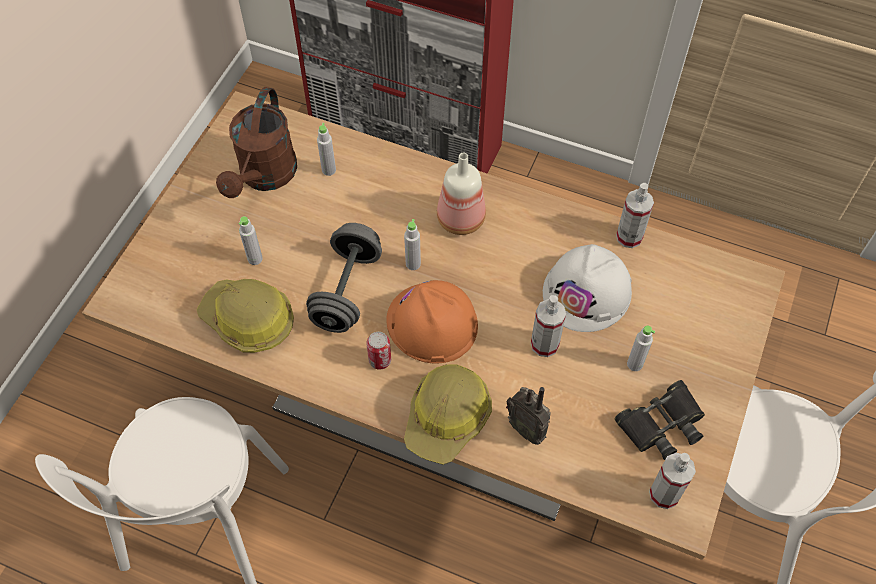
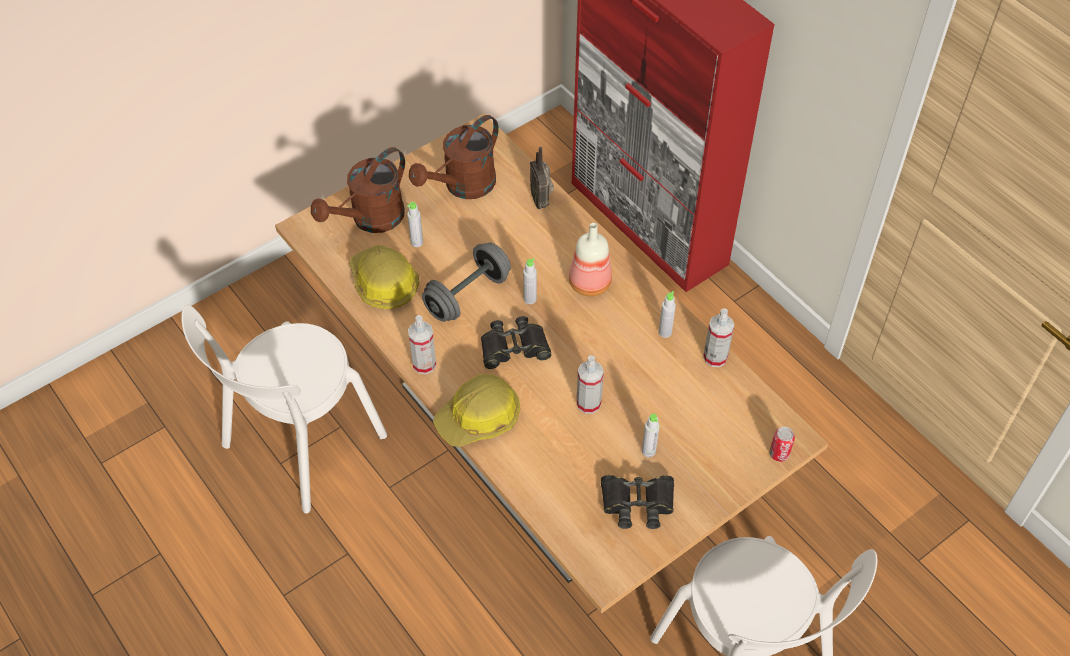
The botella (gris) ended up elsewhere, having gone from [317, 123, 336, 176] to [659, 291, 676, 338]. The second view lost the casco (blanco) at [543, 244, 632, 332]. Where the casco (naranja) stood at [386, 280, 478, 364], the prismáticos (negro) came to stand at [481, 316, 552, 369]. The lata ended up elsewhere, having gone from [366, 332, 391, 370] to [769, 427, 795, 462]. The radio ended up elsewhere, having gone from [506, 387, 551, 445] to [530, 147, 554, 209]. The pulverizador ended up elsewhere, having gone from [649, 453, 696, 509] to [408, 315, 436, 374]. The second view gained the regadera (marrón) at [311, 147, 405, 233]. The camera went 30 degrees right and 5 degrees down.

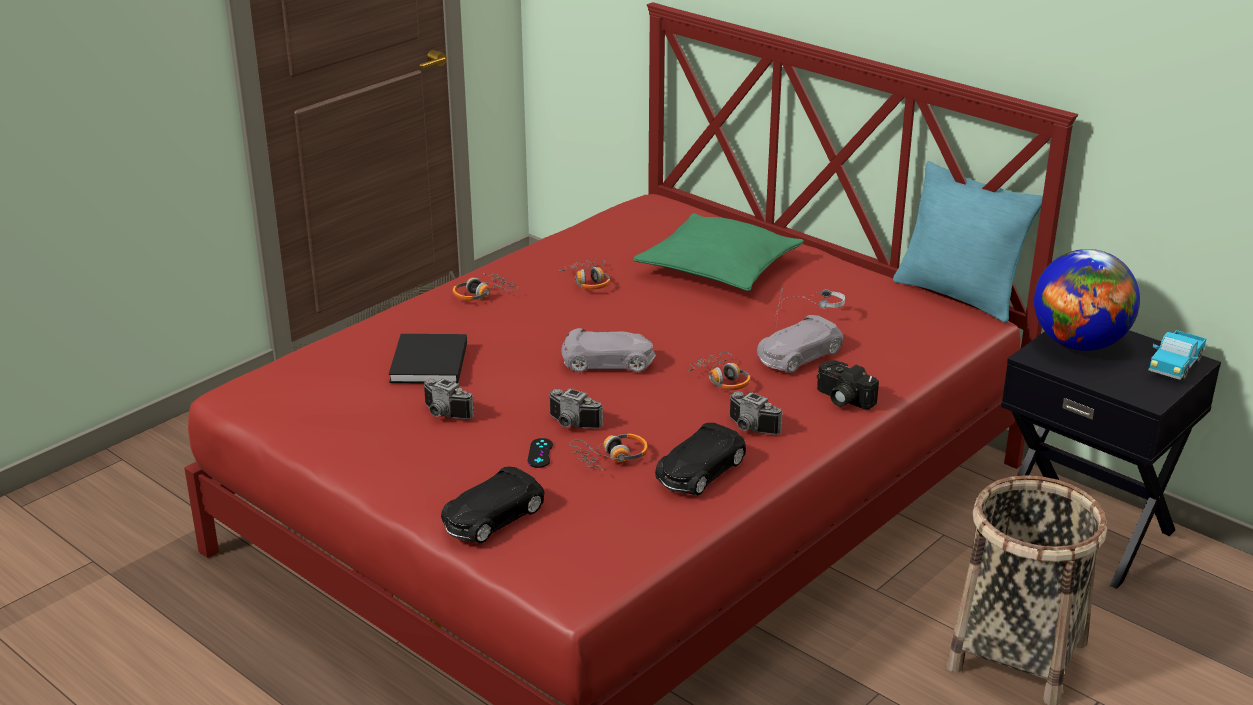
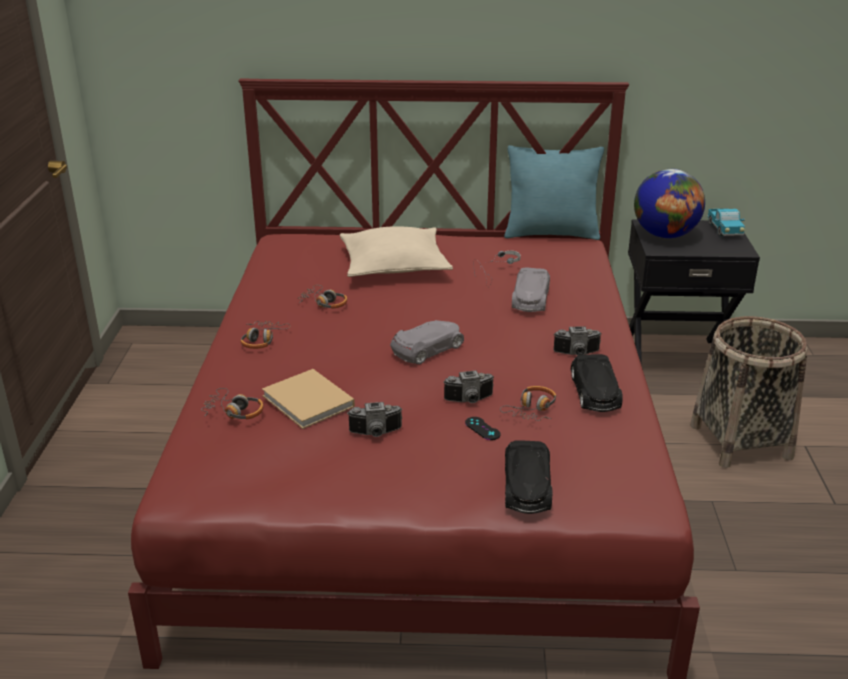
What was the cojín (verde) at [633, 213, 804, 291] turned into the cojín (beis) at [340, 226, 453, 277]. What was the libro (negro) at [389, 334, 467, 383] turned into the libro (beis) at [262, 369, 355, 429]. The auriculares ended up elsewhere, having gone from [687, 352, 751, 390] to [201, 388, 263, 419]. The second view lost the cámara at [817, 360, 879, 410]. The camera went 40 degrees left and 0 degrees up.

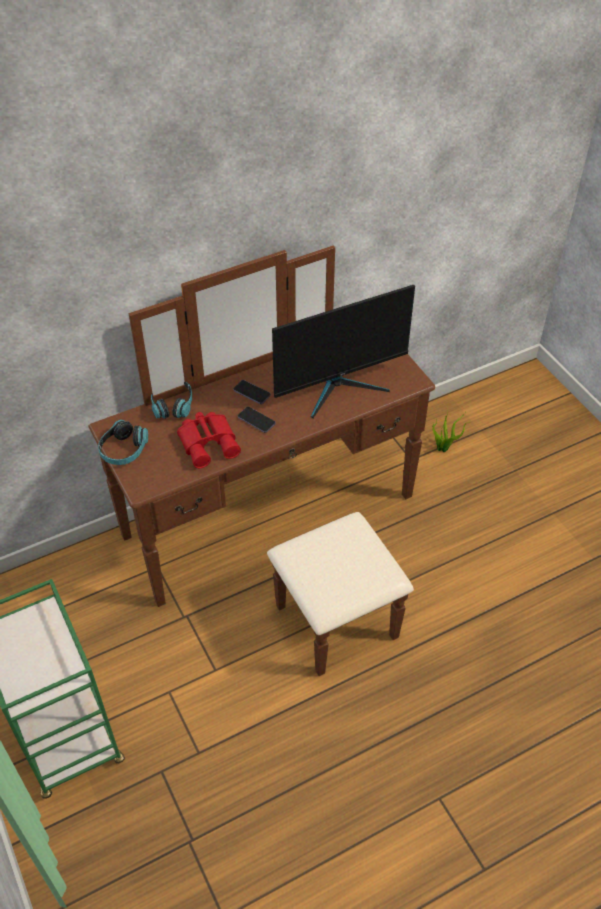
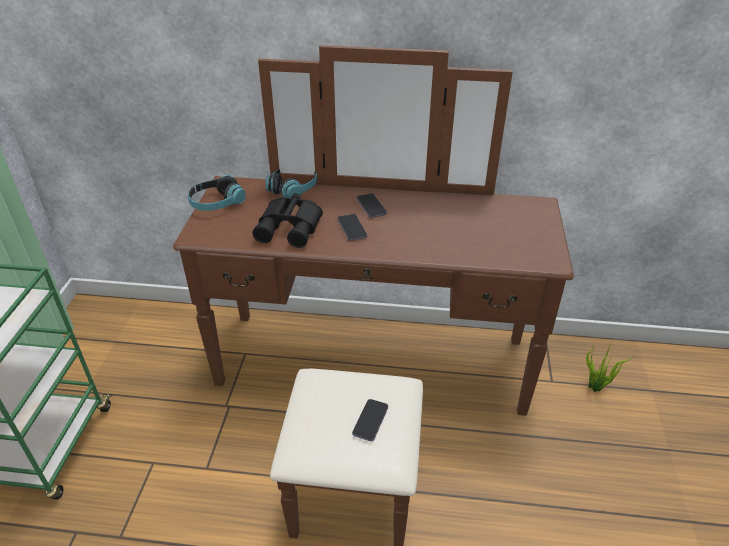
The second view lost the monitor at [272, 285, 415, 418]. What was the prismáticos (rojo) at [177, 412, 241, 468] turned into the prismáticos (negro) at [252, 193, 323, 248]. The second view gained the móvil at [352, 399, 388, 441]. The camera went 35 degrees right and 10 degrees down.

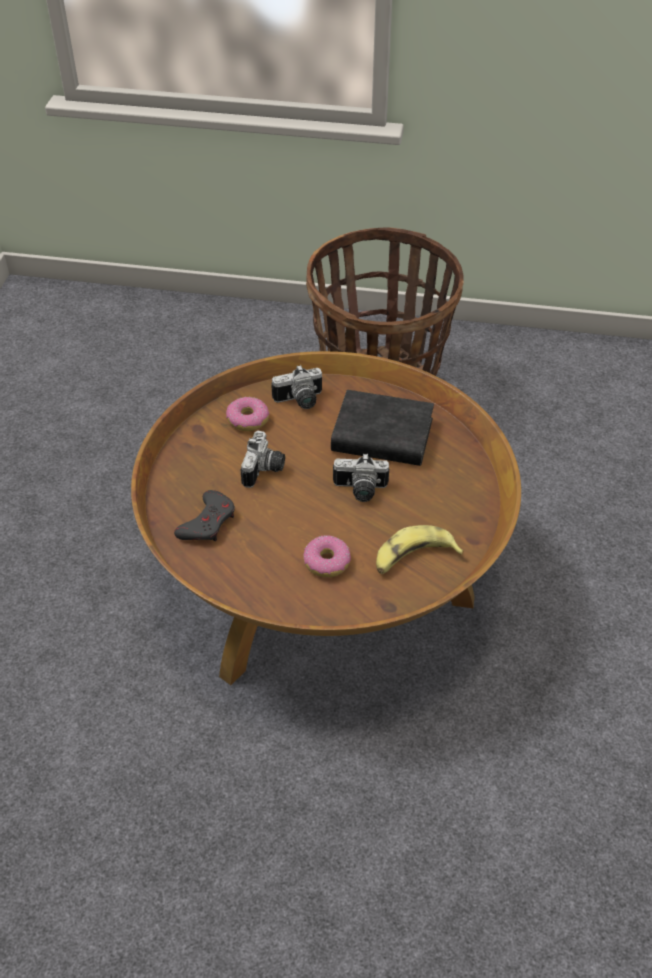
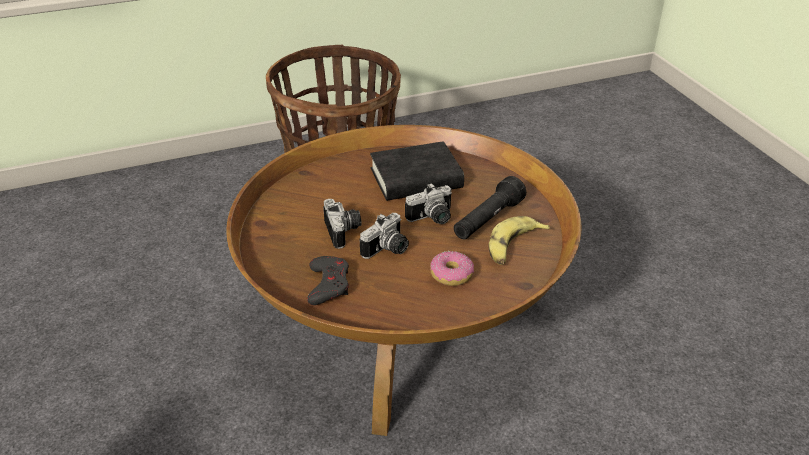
The cámara ended up elsewhere, having gone from [271, 365, 322, 409] to [360, 213, 409, 259]. The second view lost the rosquilla at [226, 397, 269, 431]. The second view gained the linterna (negro) at [454, 176, 526, 239]. The camera went 30 degrees left and 10 degrees down.

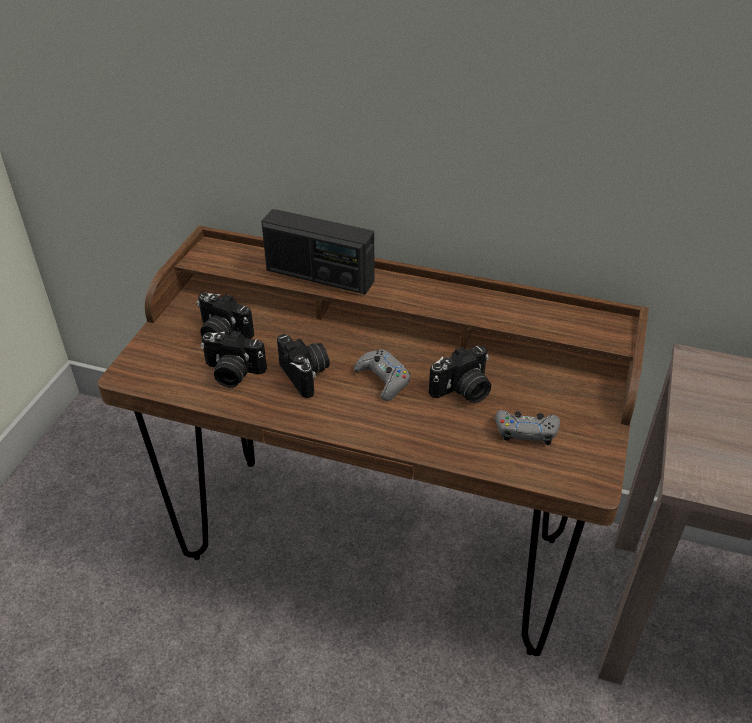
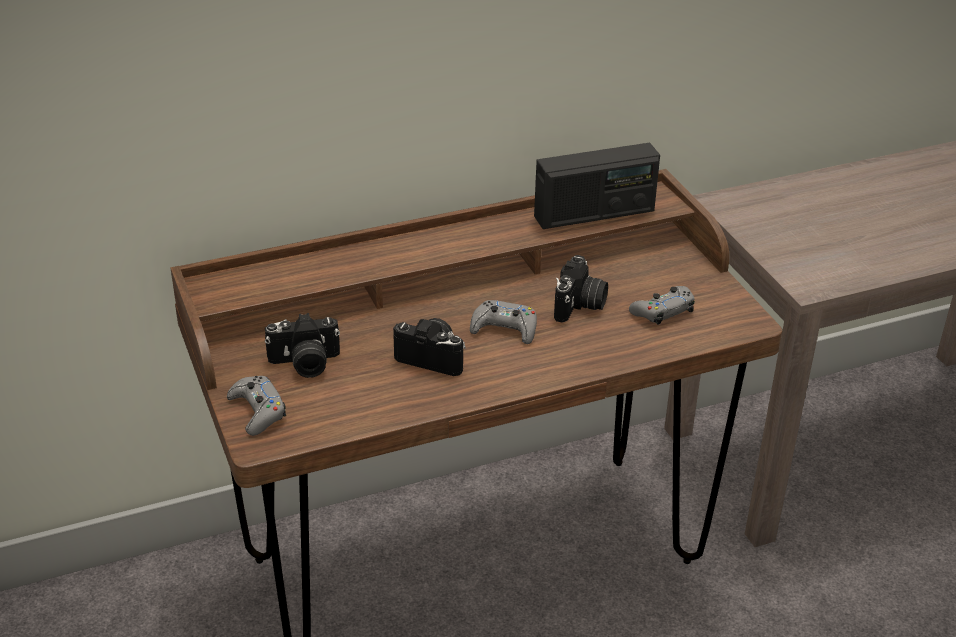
The radio ended up elsewhere, having gone from [261, 209, 374, 294] to [534, 143, 660, 229]. The second view lost the cámara at [201, 330, 267, 388]. The second view gained the mando de consola (gris) at [227, 376, 286, 436]. The camera went 40 degrees left and 5 degrees down.

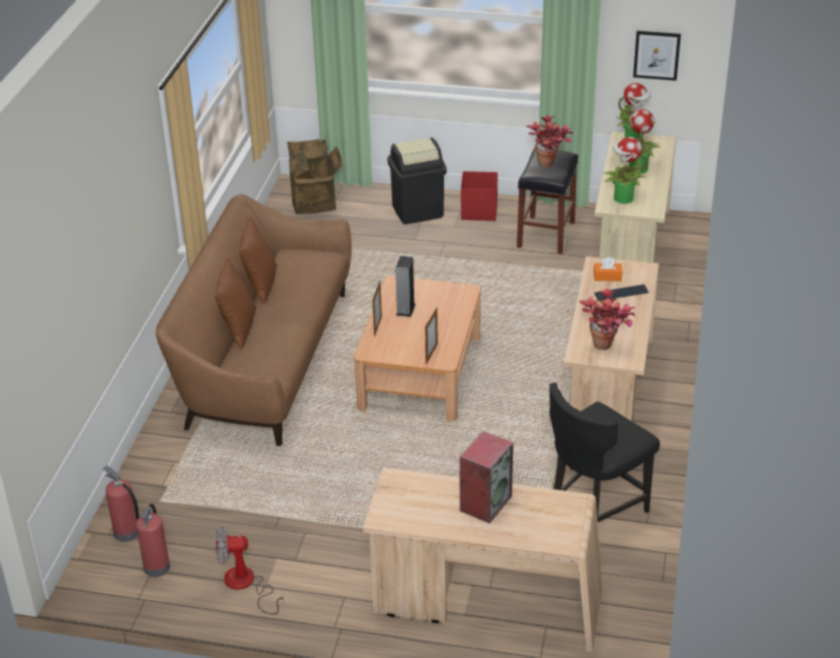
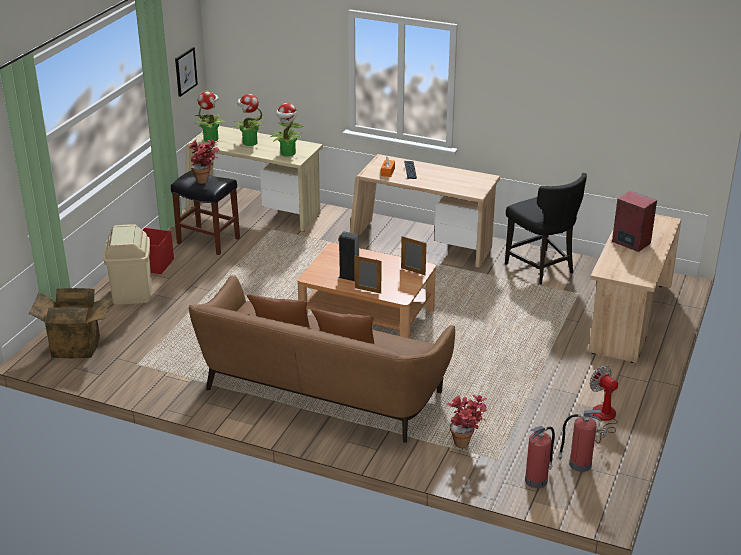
What was the papelera (negro) at [387, 137, 447, 224] turned into the papelera (beis) at [104, 224, 152, 305]. The planta en maceta ended up elsewhere, having gone from [579, 288, 635, 350] to [446, 395, 487, 448]. The ventilador at [215, 526, 284, 614] ended up facing another way, 135 degrees clockwise from before. The camera went 80 degrees left and 5 degrees down.

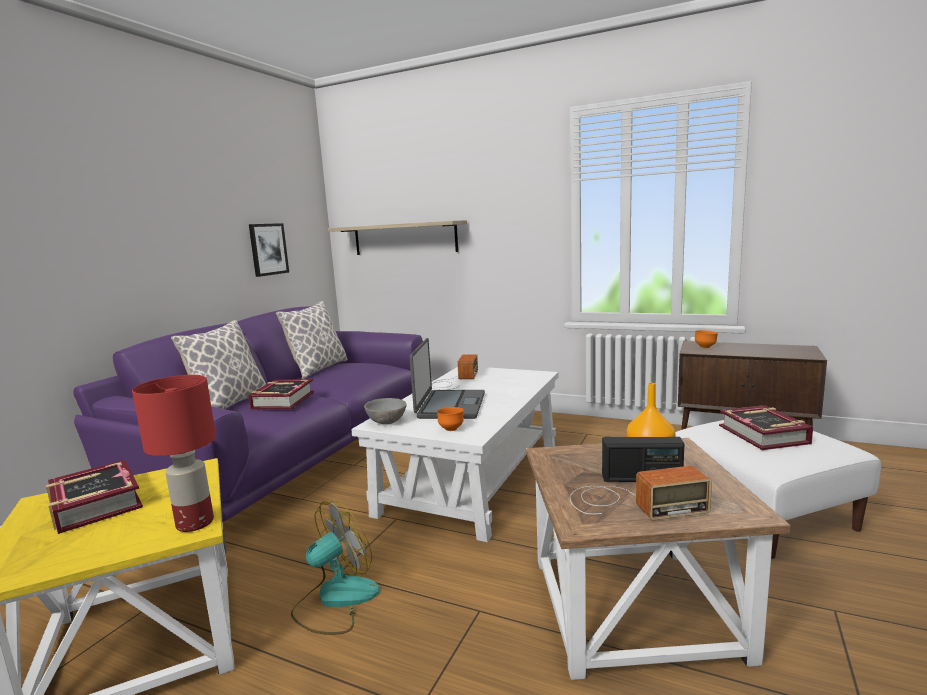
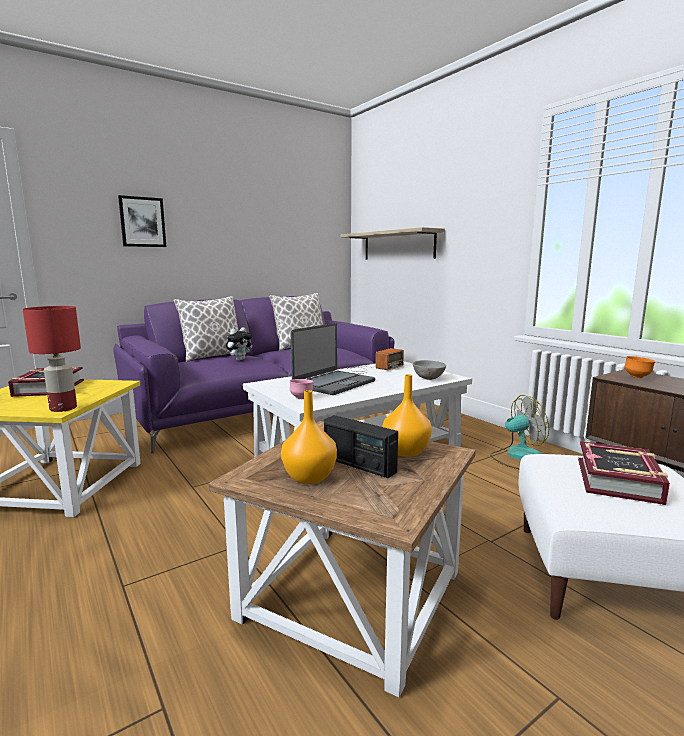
The cuadro ended up elsewhere, having gone from [249, 223, 289, 277] to [118, 195, 166, 247]. Where the libro stood at [248, 379, 314, 409], the peluche came to stand at [226, 327, 253, 361]. The cuenco (gris) ended up elsewhere, having gone from [364, 398, 406, 424] to [413, 360, 446, 380]. What was the cuenco (naranja) at [437, 407, 464, 431] turned into the cuenco (rosa) at [290, 379, 313, 399]. Where the radio stood at [570, 466, 712, 520], the florero (naranja) came to stand at [281, 390, 337, 484]. The ventilador ended up elsewhere, having gone from [291, 500, 380, 635] to [490, 395, 549, 469]. The camera went 30 degrees right and 0 degrees up.

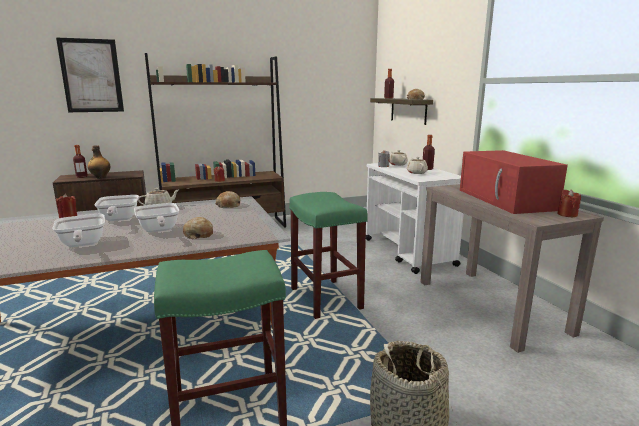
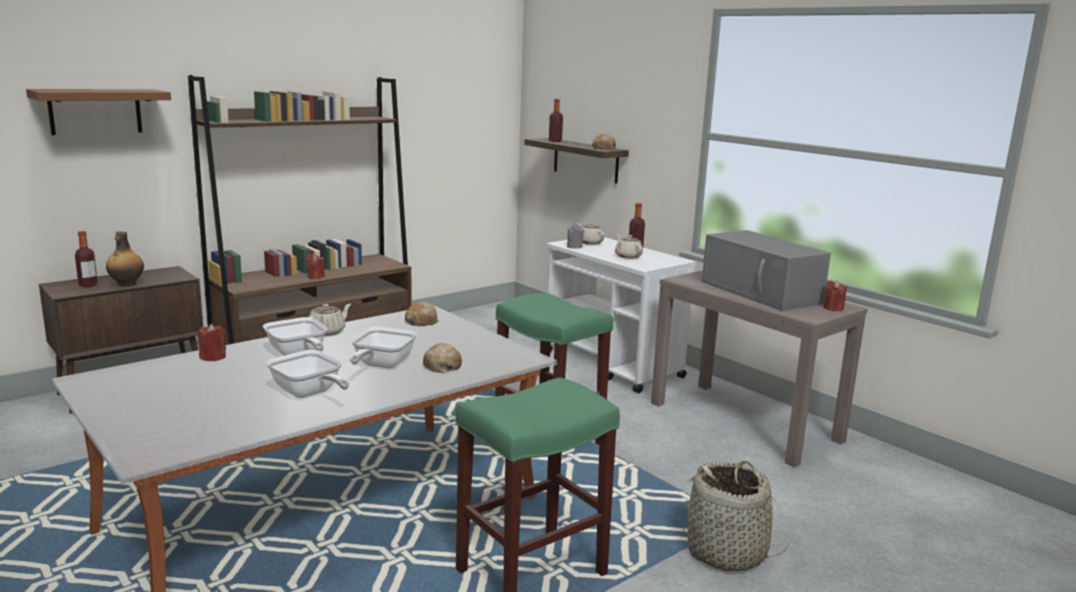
Where the cuadro hung at [56, 37, 124, 112], the estante (marrón) came to hang at [26, 89, 171, 135]. What was the microondas (rojo) at [460, 150, 568, 214] turned into the microondas (gris) at [702, 230, 831, 311]. The sartén at [134, 203, 179, 233] ended up facing another way, 60 degrees clockwise from before. The camera went 20 degrees left and 0 degrees up.

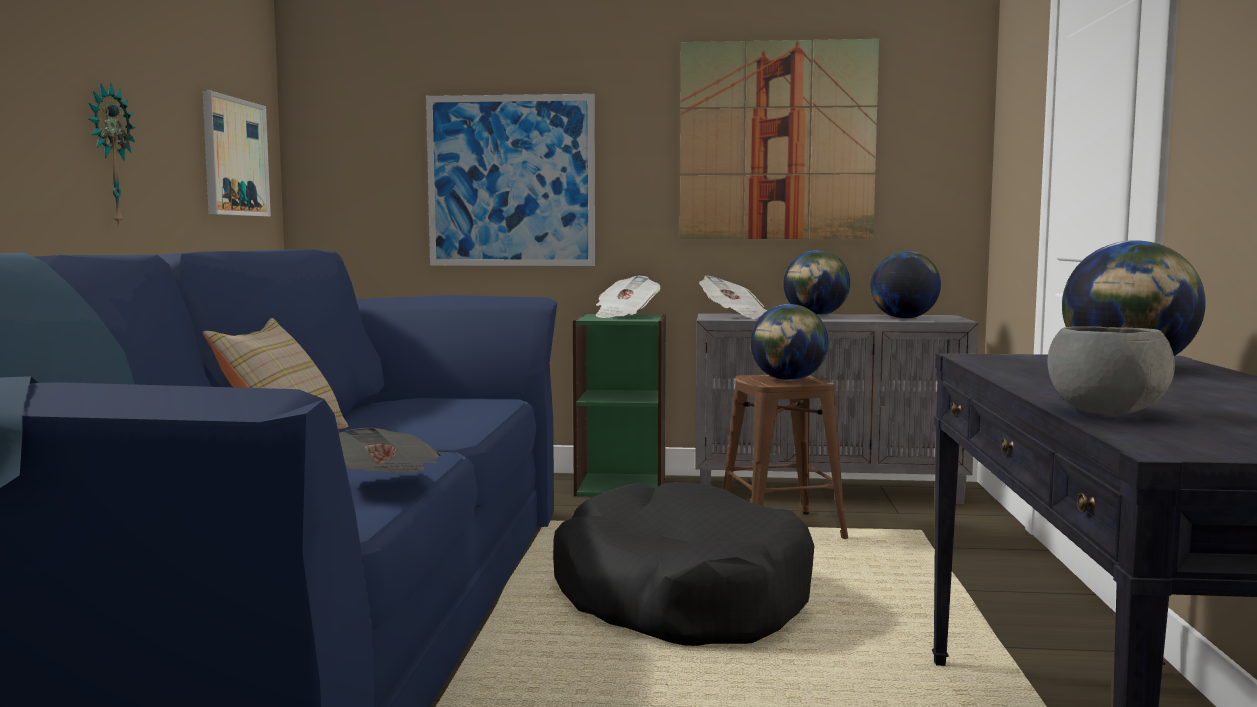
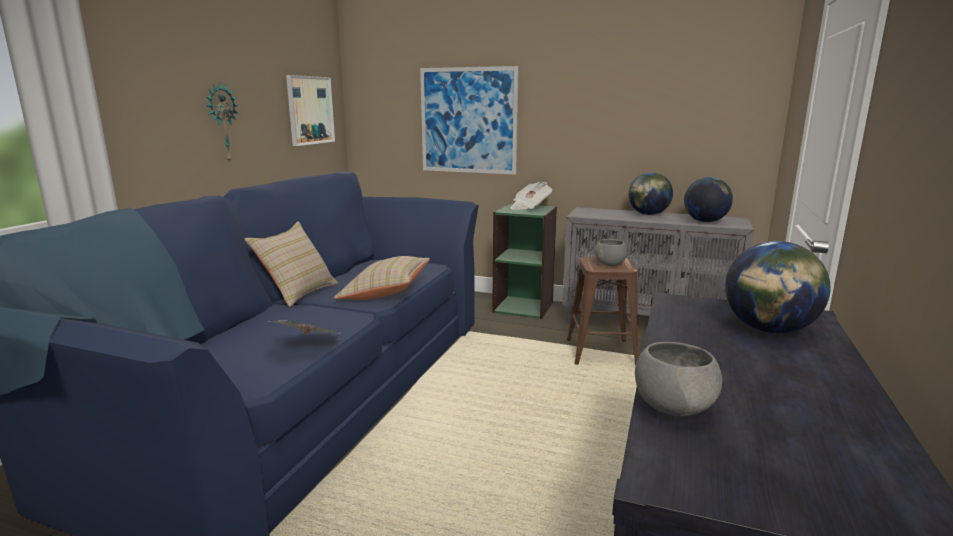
The second view lost the cuadro at [680, 39, 879, 239]. The second view lost the periódico at [699, 276, 767, 319]. Where the globo terráqueo stood at [750, 304, 828, 381], the cuenco (gris) came to stand at [595, 239, 627, 266]. The second view lost the cama para perro (negro) at [553, 482, 814, 646]. The second view gained the cojín (beis) at [334, 256, 430, 300]. The camera went 15 degrees right and 10 degrees up.

